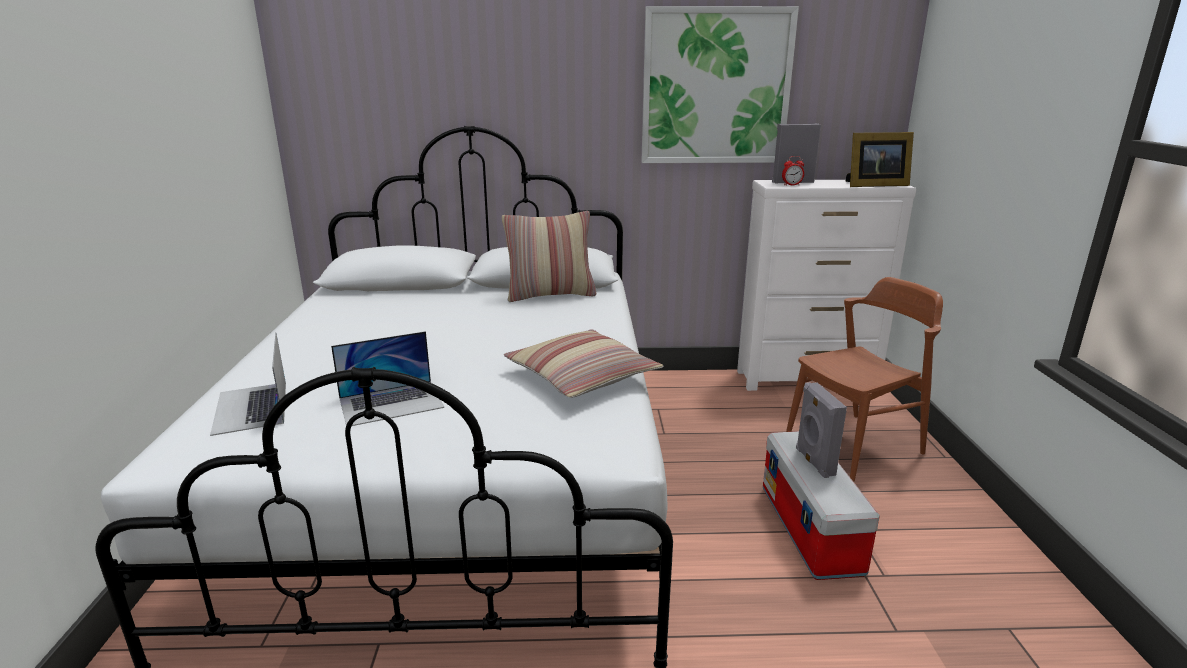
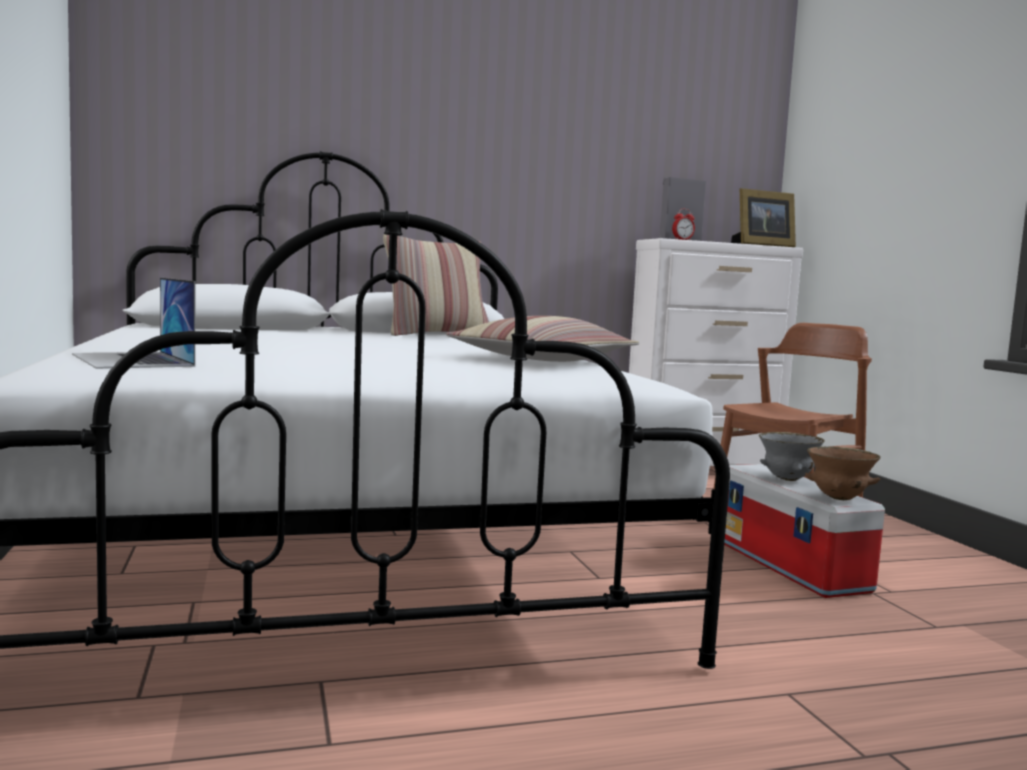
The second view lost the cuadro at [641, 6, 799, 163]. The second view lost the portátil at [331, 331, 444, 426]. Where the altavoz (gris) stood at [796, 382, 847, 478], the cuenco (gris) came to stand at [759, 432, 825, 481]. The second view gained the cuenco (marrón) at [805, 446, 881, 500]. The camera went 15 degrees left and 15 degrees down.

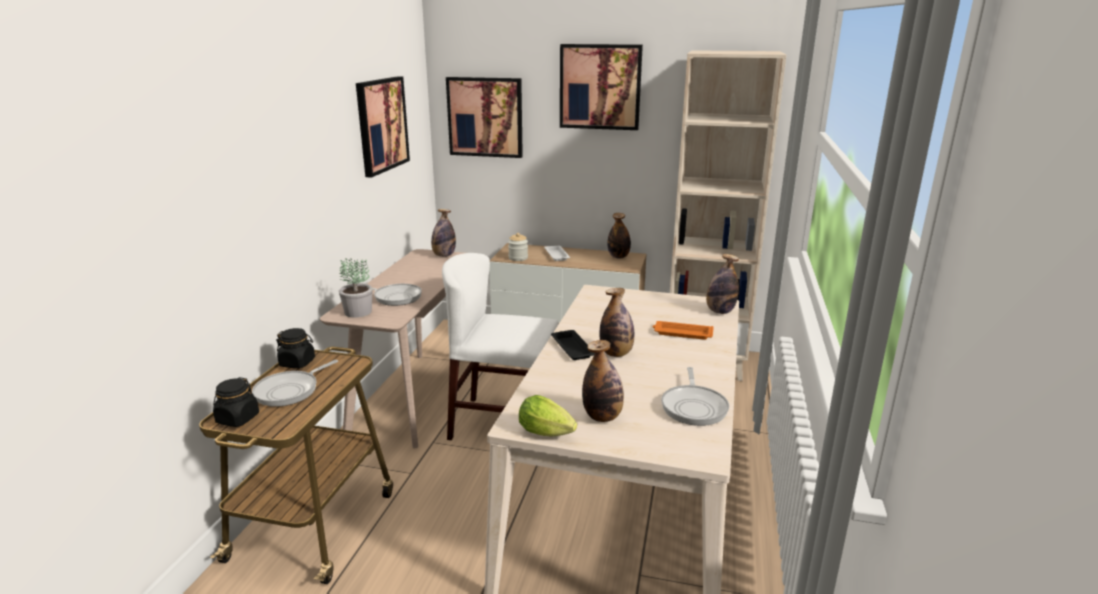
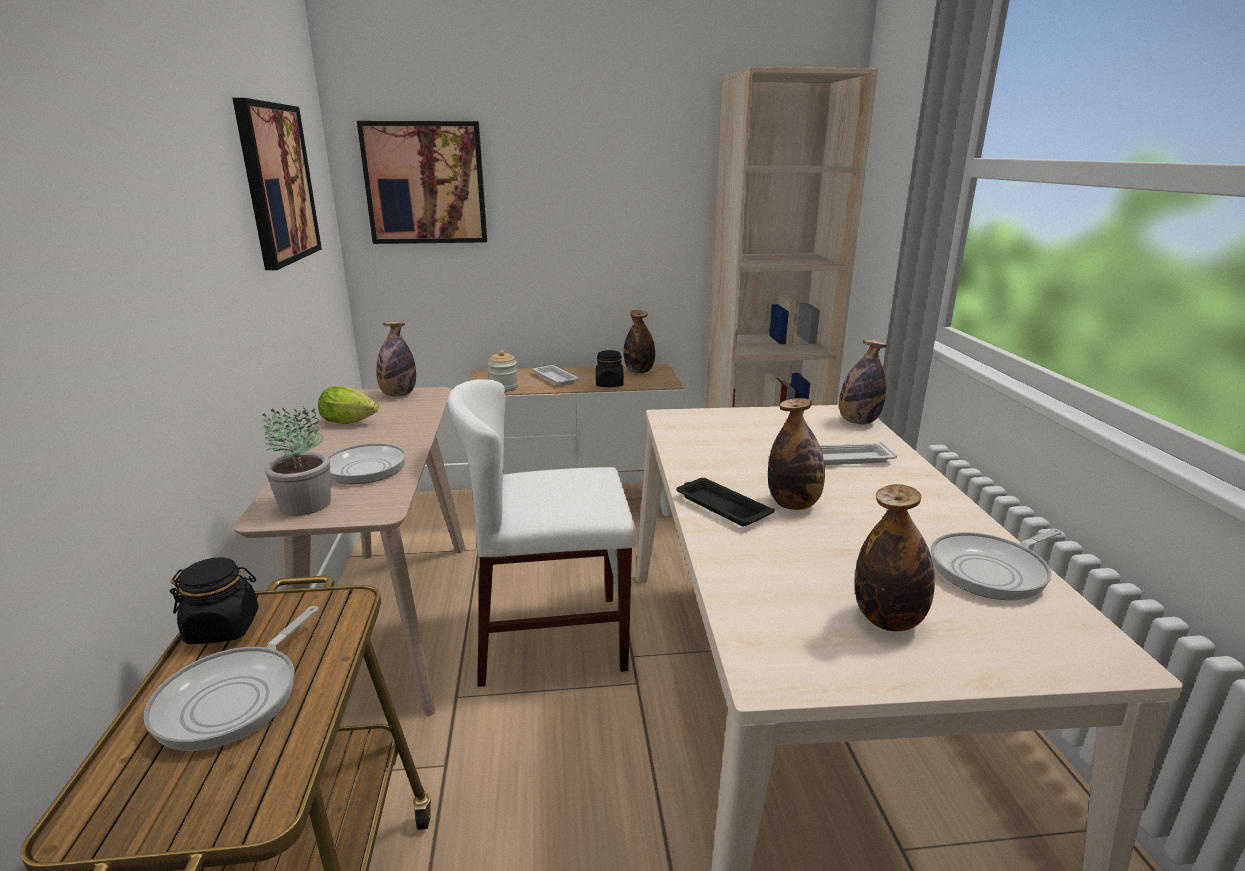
The second view lost the cuadro at [560, 44, 643, 130]. What was the bandeja (naranja) at [652, 321, 713, 340] turned into the bandeja (blanco) at [820, 442, 897, 465]. The sartén at [661, 367, 729, 426] ended up facing another way, 75 degrees clockwise from before. The tarro (negro) ended up elsewhere, having gone from [213, 377, 259, 427] to [596, 350, 623, 387]. The lechuga ended up elsewhere, having gone from [519, 395, 577, 436] to [318, 386, 379, 424]. The camera went 20 degrees left and 0 degrees up.

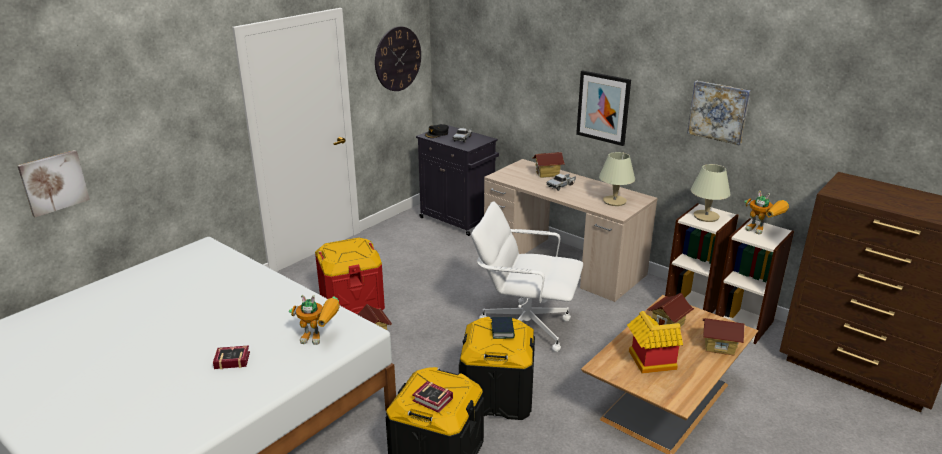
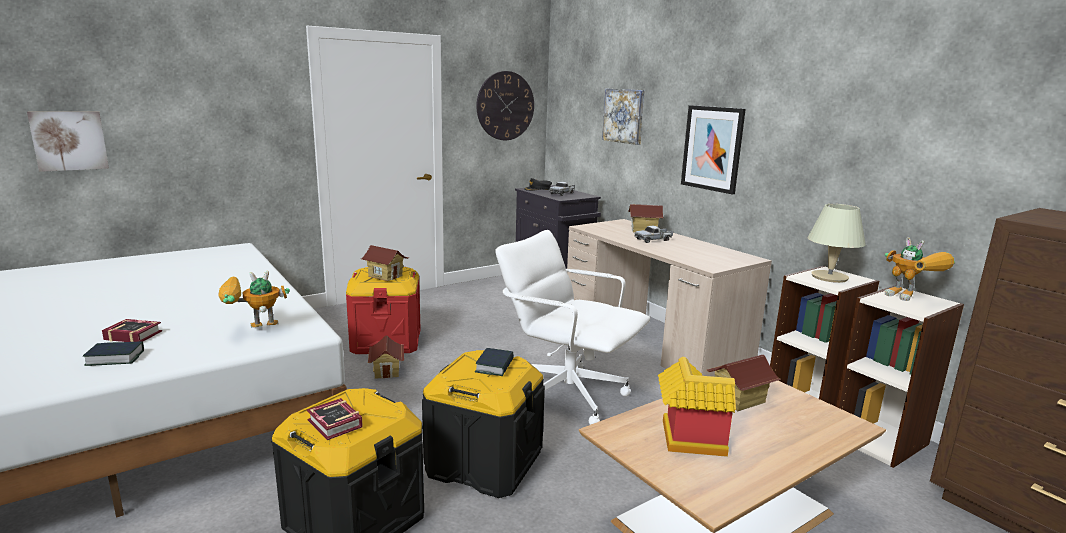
The cuadro ended up elsewhere, having gone from [687, 81, 751, 145] to [602, 89, 645, 145]. The second view lost the lámpara de mesa (beis) at [599, 152, 635, 206]. The robot de juguete at [289, 295, 340, 345] ended up facing another way, 135 degrees clockwise from before. The casita ended up elsewhere, having gone from [702, 318, 745, 356] to [362, 245, 409, 281]. The second view gained the libro at [83, 341, 144, 366]. The camera went 15 degrees right and 10 degrees down.

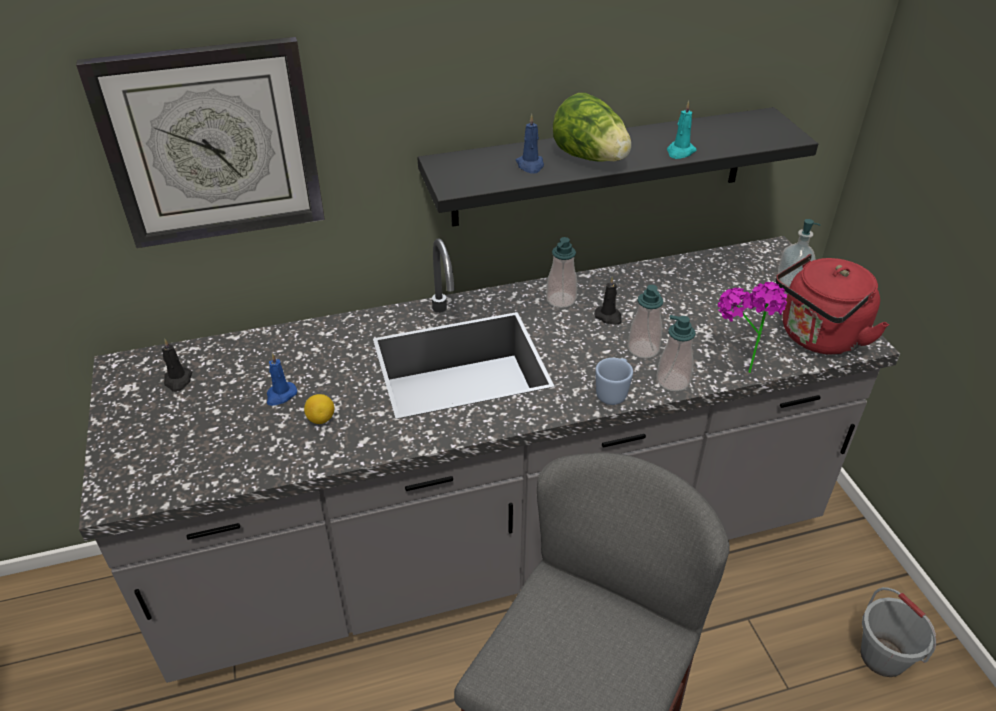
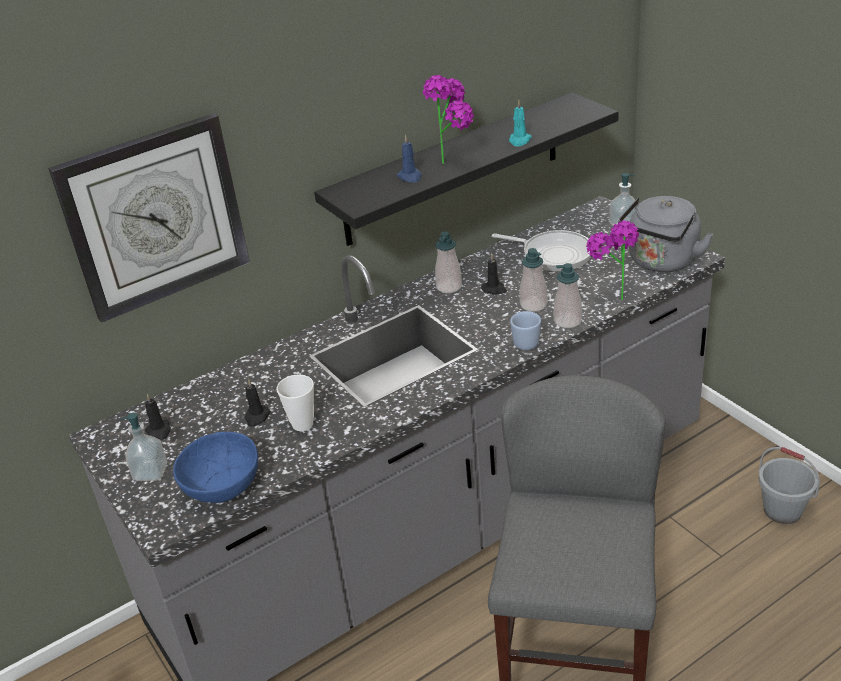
Where the lechuga stood at [553, 93, 631, 162], the planta en maceta came to stand at [423, 75, 474, 164]. What was the hervidor (rojo) at [776, 254, 889, 355] turned into the hervidor (gris) at [619, 196, 713, 272]. What was the vela (azul) at [267, 353, 297, 406] turned into the vela (negro) at [245, 379, 271, 427]. Where the limón stood at [304, 394, 335, 424], the taza came to stand at [276, 375, 314, 431]. The second view gained the sartén at [492, 230, 591, 272]. The second view gained the dispensador de jabón at [120, 413, 167, 481]. The second view gained the cuenco (azul) at [173, 432, 258, 503]. The camera went 15 degrees left and 5 degrees down.

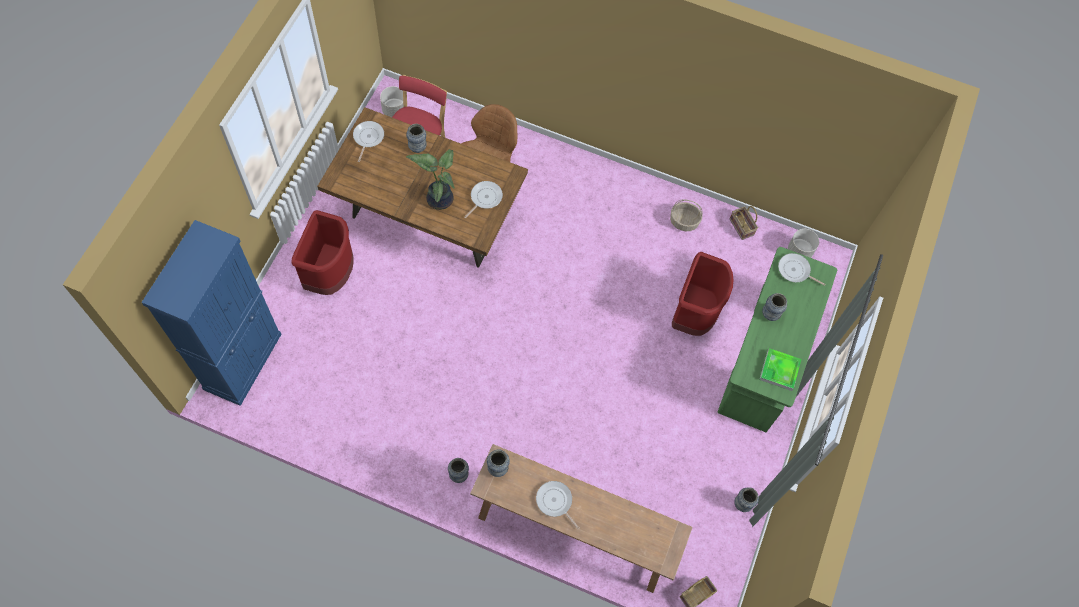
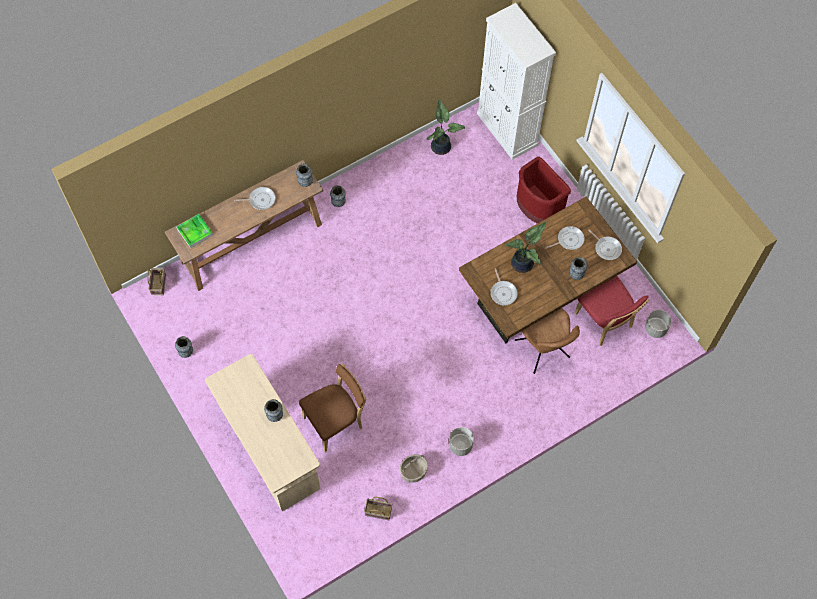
What was the armario (azul) at [141, 220, 281, 406] turned into the armario (blanco) at [477, 3, 556, 160]. The maceta (gris) ended up elsewhere, having gone from [788, 229, 819, 258] to [449, 427, 474, 456]. What was the escritorio (verde) at [718, 247, 837, 432] turned into the escritorio (beis) at [205, 354, 320, 511]. Where the papelera (rojo) stood at [672, 252, 733, 336], the silla (marrón) came to stand at [299, 364, 367, 452]. The sartén ended up elsewhere, having gone from [778, 253, 826, 286] to [545, 226, 585, 250]. The bandeja ended up elsewhere, having gone from [759, 348, 801, 391] to [176, 214, 213, 248]. The second view gained the planta en maceta at [427, 100, 465, 155]. The camera went 130 degrees right and 0 degrees up.

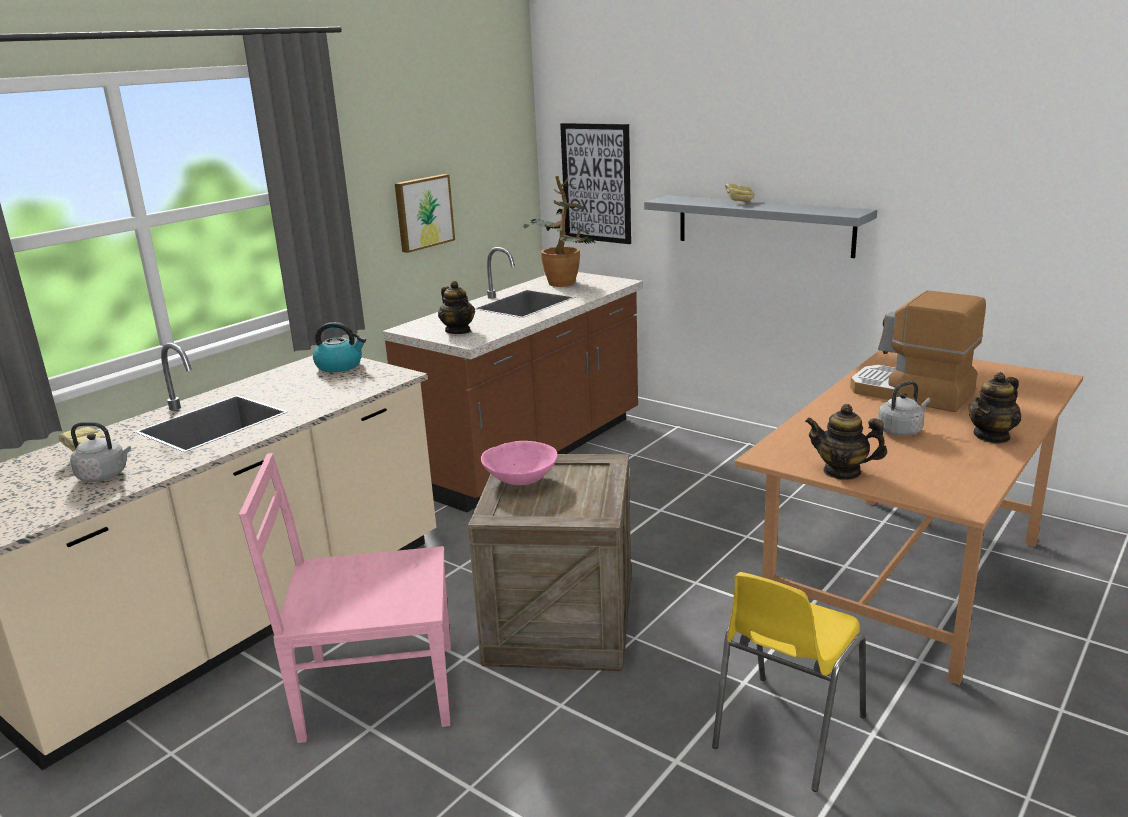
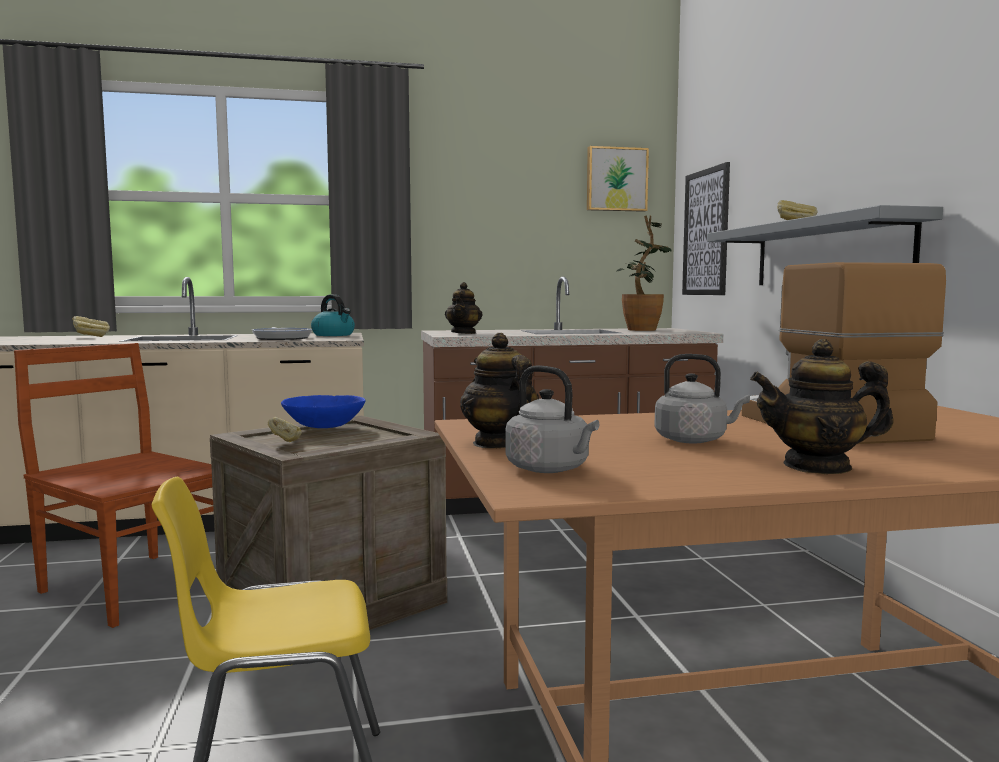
The cuadro ended up elsewhere, having gone from [395, 174, 455, 253] to [587, 146, 649, 212]. The hervidor (gris) ended up elsewhere, having gone from [70, 422, 131, 482] to [505, 365, 599, 473]. What was the cuenco (rosa) at [481, 441, 557, 485] turned into the cuenco (azul) at [281, 395, 366, 428]. What was the silla (rosa) at [239, 453, 451, 743] turned into the silla (marrón) at [14, 343, 214, 628]. The second view gained the sartén at [252, 327, 312, 340]. The second view gained the pan at [268, 417, 302, 442]. The camera went 40 degrees right and 15 degrees down.

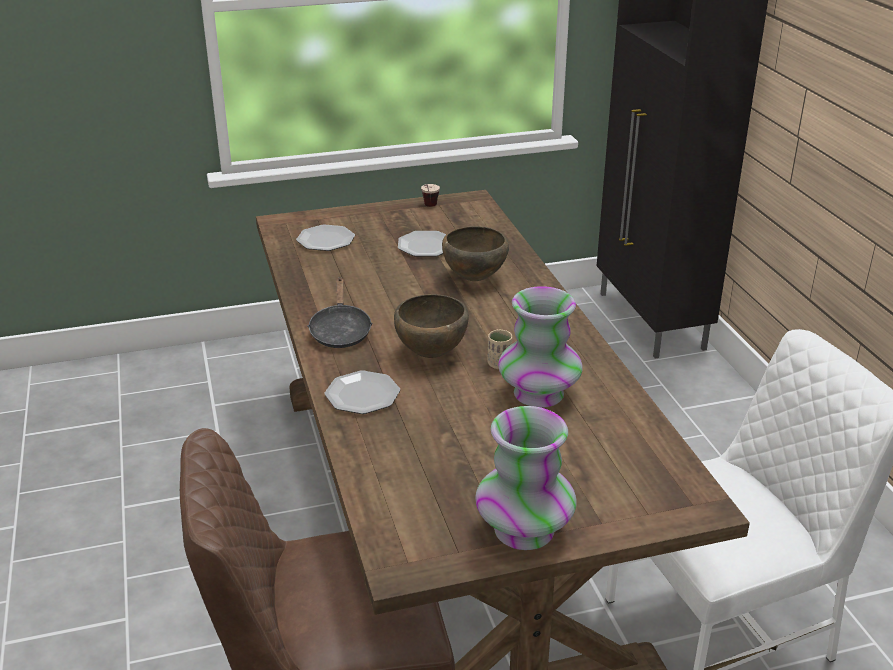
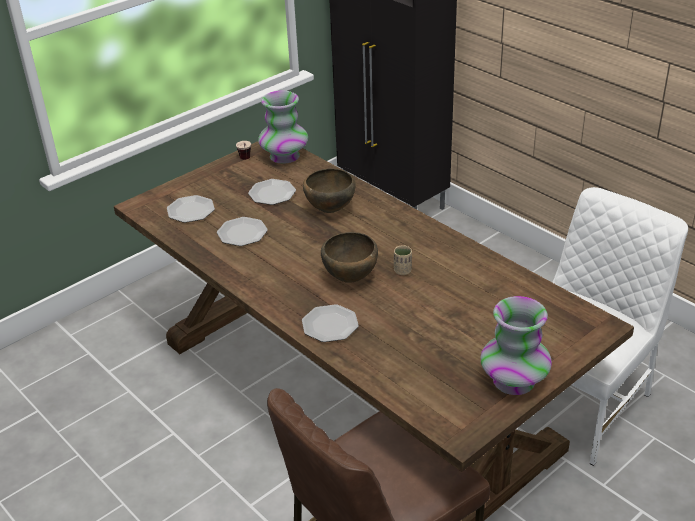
The second view lost the sartén (negro) at [308, 277, 372, 348]. The florero ended up elsewhere, having gone from [498, 286, 583, 408] to [258, 91, 308, 164]. The second view gained the plato at [217, 217, 268, 246]. The camera went 25 degrees left and 5 degrees up.

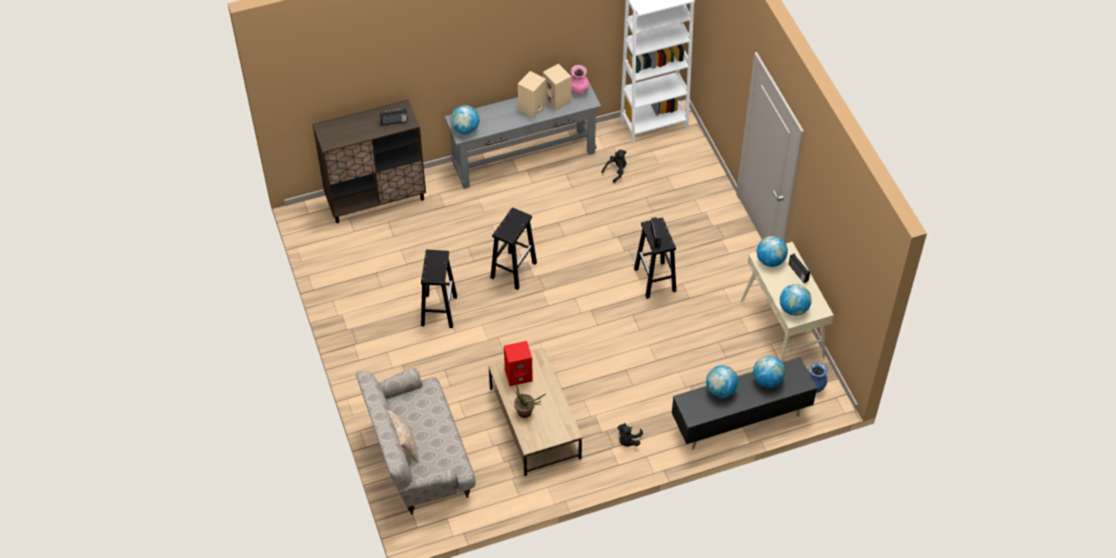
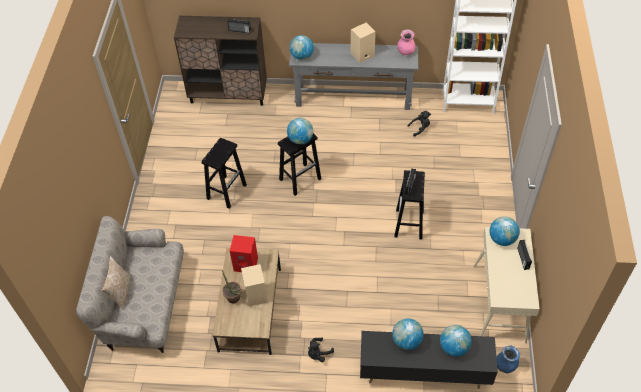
The altavoz (beis) ended up elsewhere, having gone from [543, 64, 571, 111] to [241, 264, 268, 307]. The globo terráqueo ended up elsewhere, having gone from [780, 284, 812, 316] to [287, 118, 313, 144]. The camera went 25 degrees right and 0 degrees up.

